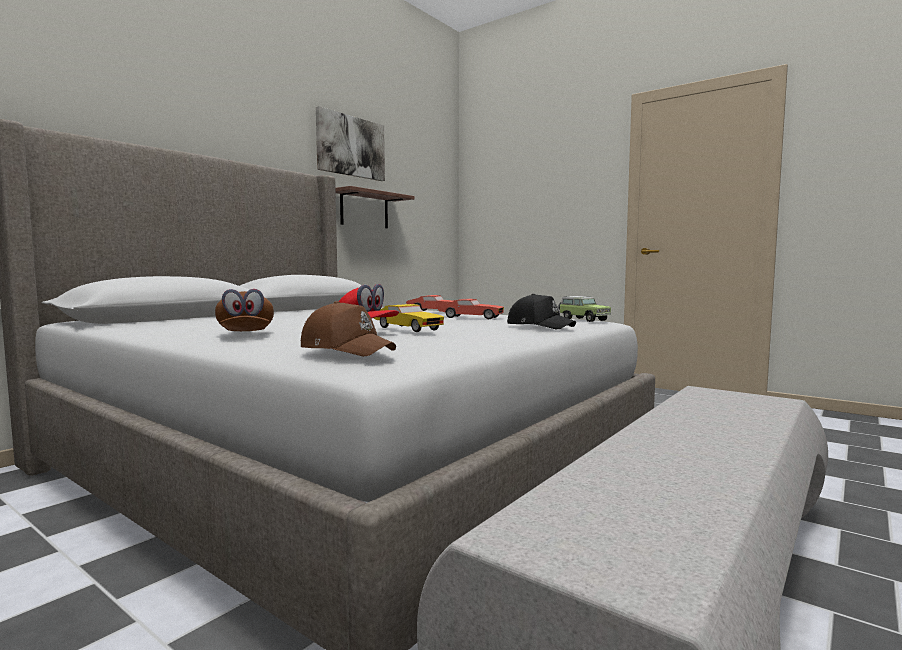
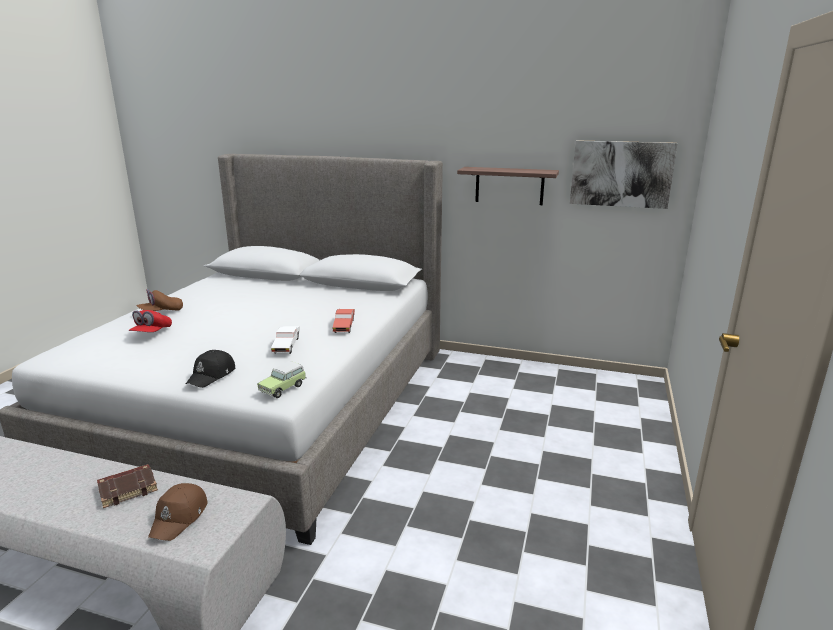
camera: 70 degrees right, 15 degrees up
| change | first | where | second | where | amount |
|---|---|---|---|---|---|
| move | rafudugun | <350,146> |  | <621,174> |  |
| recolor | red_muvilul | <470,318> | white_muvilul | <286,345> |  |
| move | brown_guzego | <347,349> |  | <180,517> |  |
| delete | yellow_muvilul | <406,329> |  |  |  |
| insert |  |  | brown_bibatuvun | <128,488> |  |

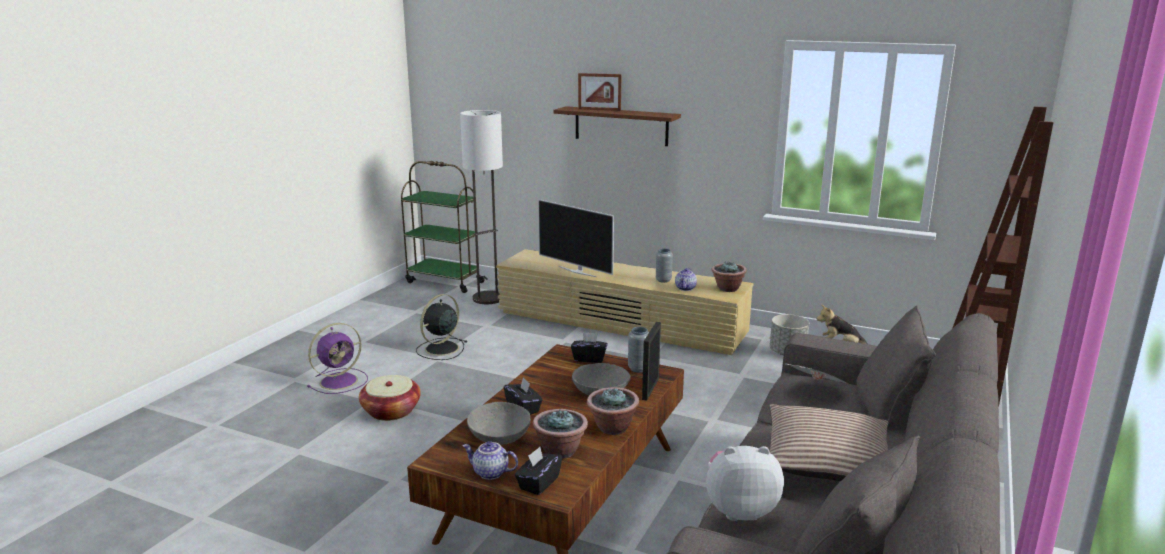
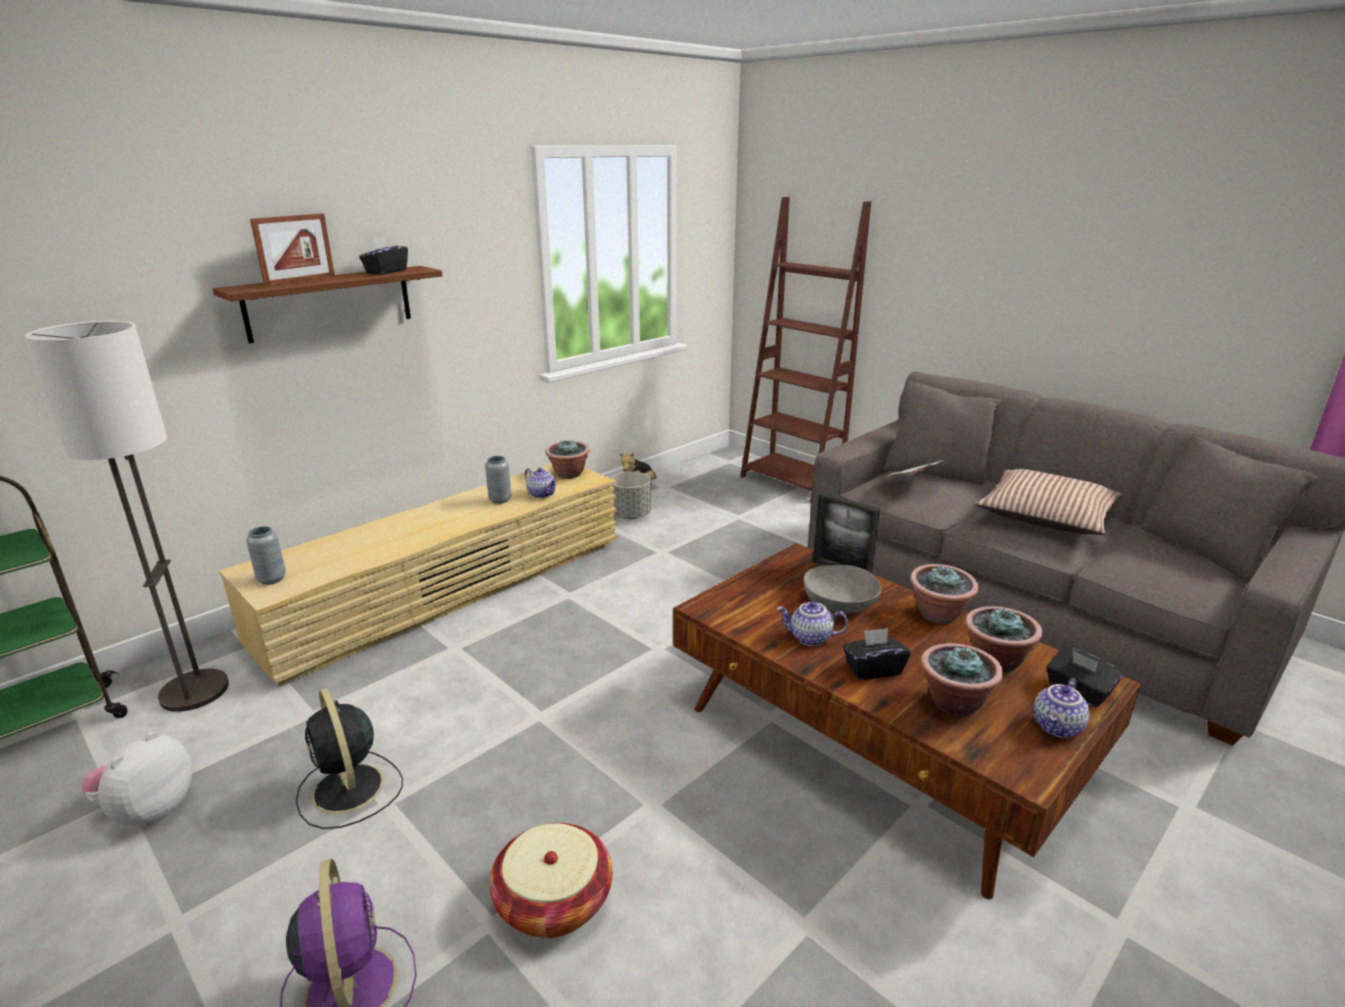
camera: 70 degrees left, 5 degrees up
| change | first | where | second | where | amount |
|---|---|---|---|---|---|
| delete | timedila | <577,271> |  |  |  |
| move | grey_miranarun | <638,369> |  | <272,579> |  |
| move | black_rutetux | <589,358> |  | <386,272> |  |
| replace | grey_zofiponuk | <499,436> | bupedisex | <954,703> |  |
| move | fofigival | <739,510> |  | <149,810> |  |
| insert |  |  | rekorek | <810,638> |  |

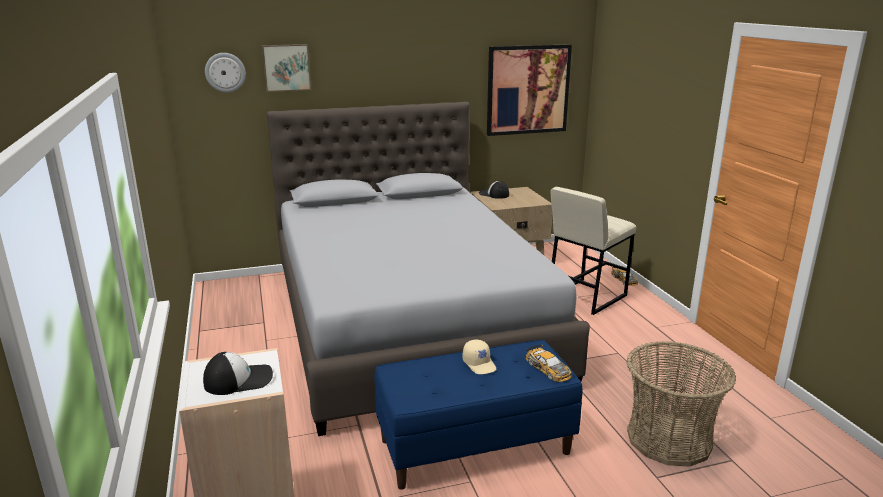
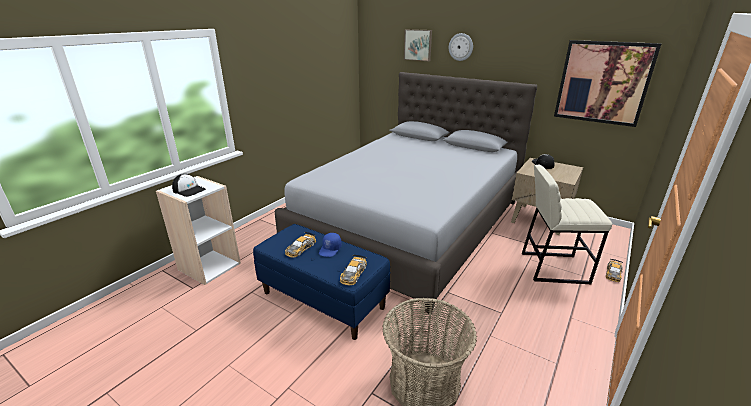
camera: 50 degrees right, 5 degrees up
| change | first | where | second | where | amount |
|---|---|---|---|---|---|
| move | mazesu | <225,72> |  | <461,47> |  |
| recolor | beige_guzego | <479,364> | blue_guzego | <330,249> |  |
| insert |  |  | muvilul | <300,248> |  |

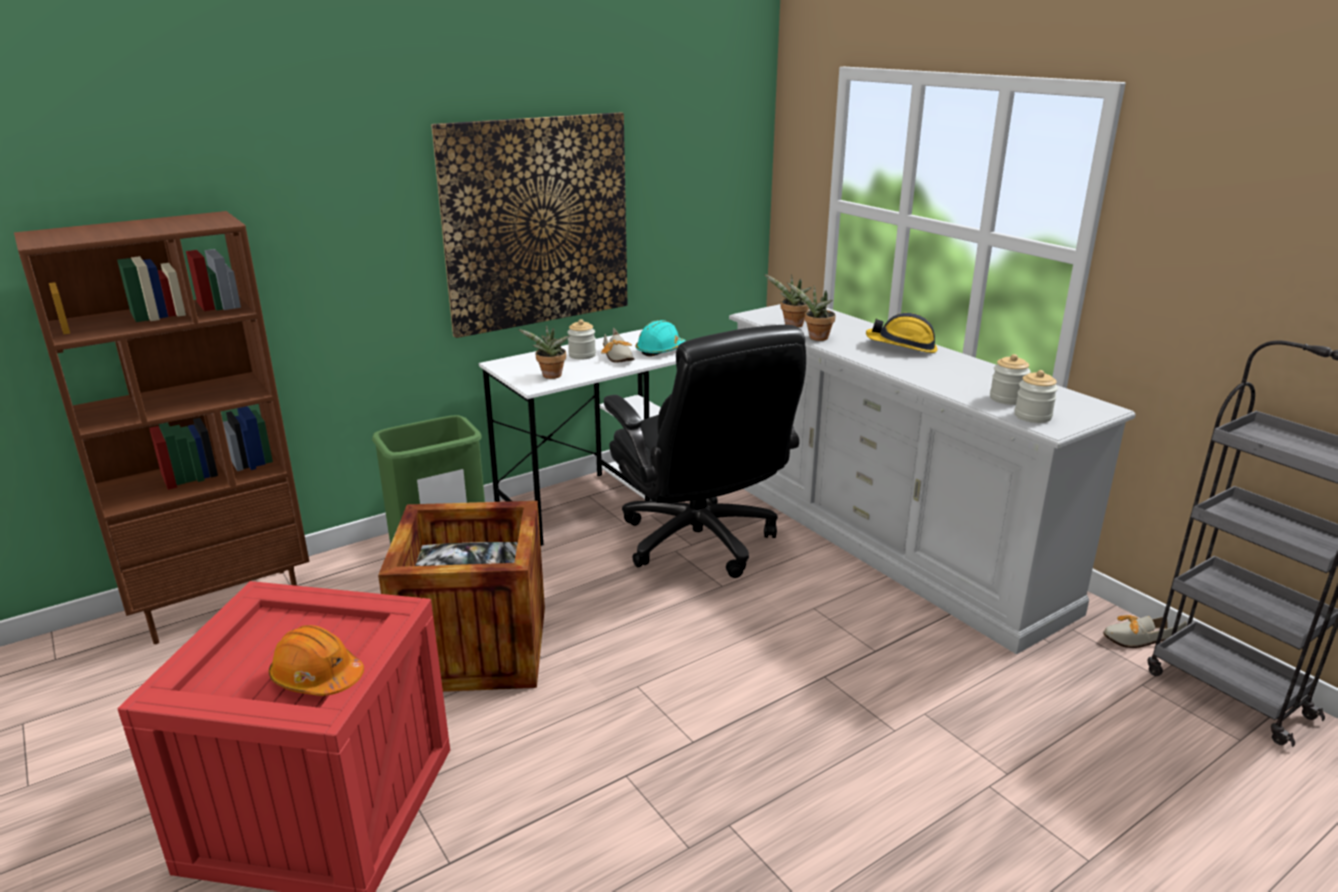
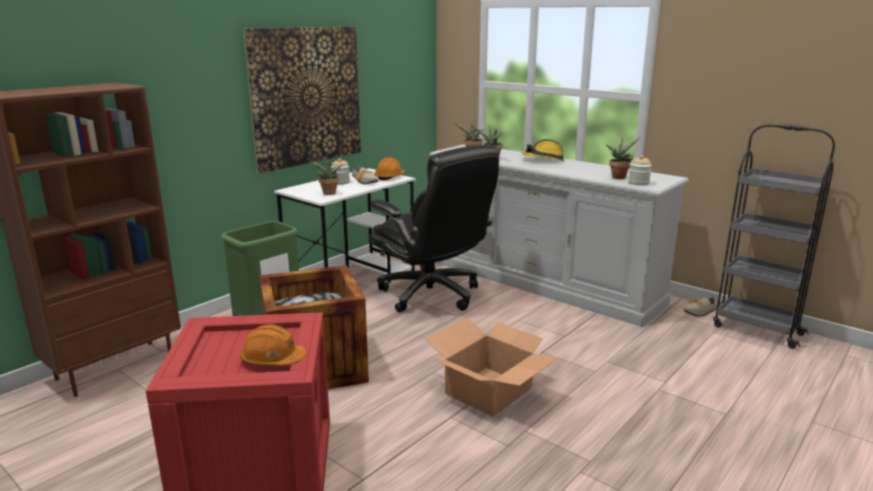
camera: 15 degrees left, 5 degrees down
| change | first | where | second | where | amount |
|---|---|---|---|---|---|
| recolor | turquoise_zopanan | <660,350> | orange_zopanan | <389,177> |  |
| replace | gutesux | <1007,399> | bupedisex | <619,177> |  |
| insert |  |  | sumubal | <489,391> |  |

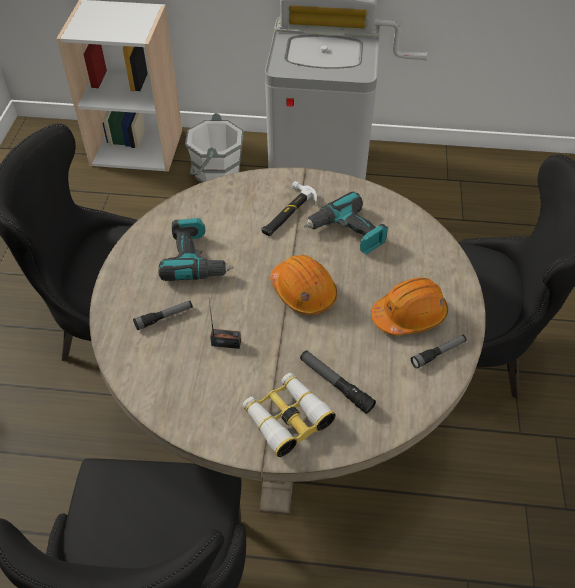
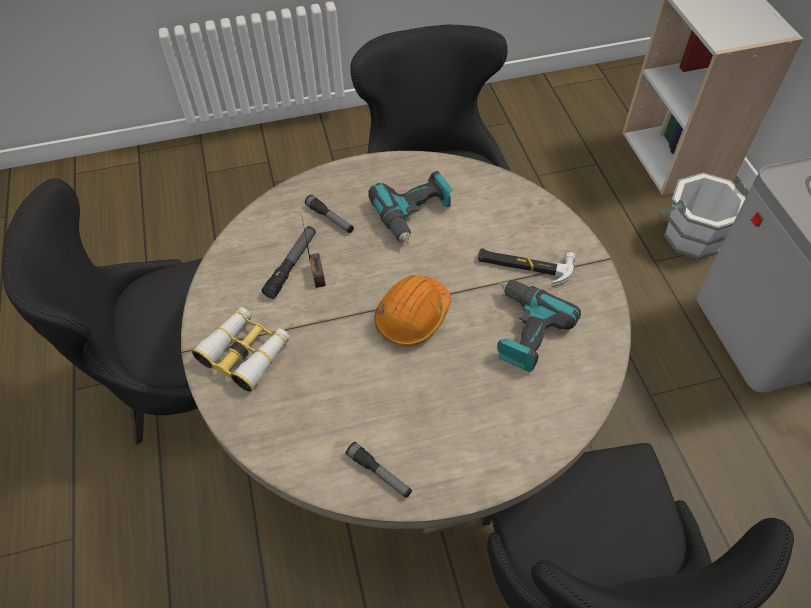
camera: 70 degrees right, 5 degrees up
| change | first | where | second | where | amount |
|---|---|---|---|---|---|
| delete | orange_zopanan | <409,315> |  |  |  |
| move | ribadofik | <335,384> |  | <291,265> |  |

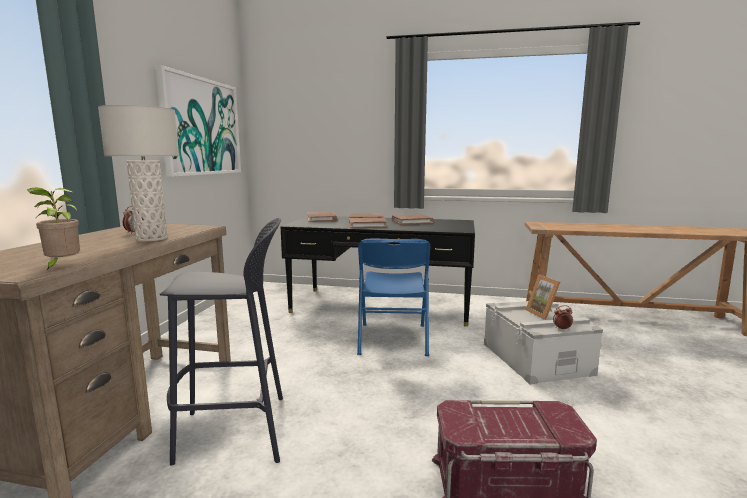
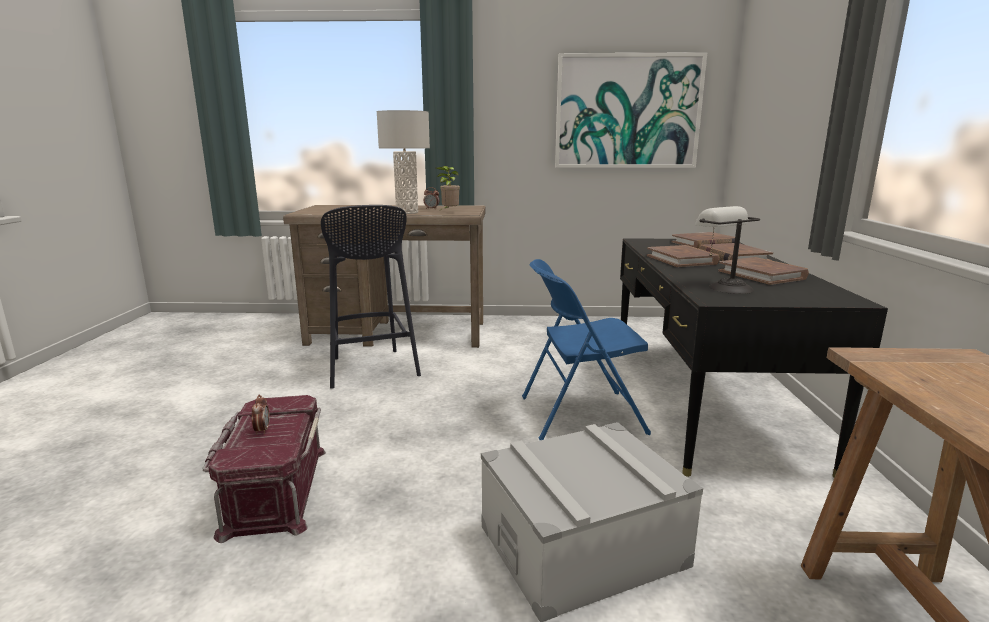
camera: 80 degrees right, 5 degrees up
| change | first | where | second | where | amount |
|---|---|---|---|---|---|
| move | bupedisex | <62,266> |  | <449,212> |  |
| delete | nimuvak | <543,314> |  |  |  |
| move | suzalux | <561,329> |  | <262,430> |  |
| insert |  |  | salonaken | <722,286> |  |

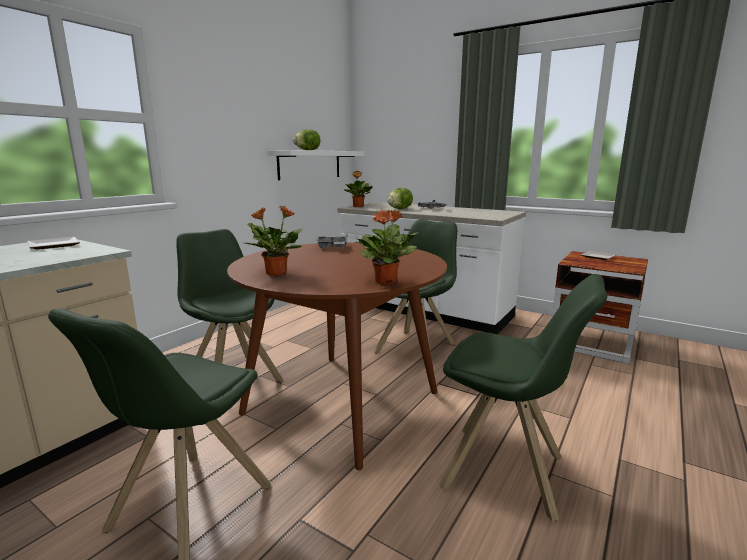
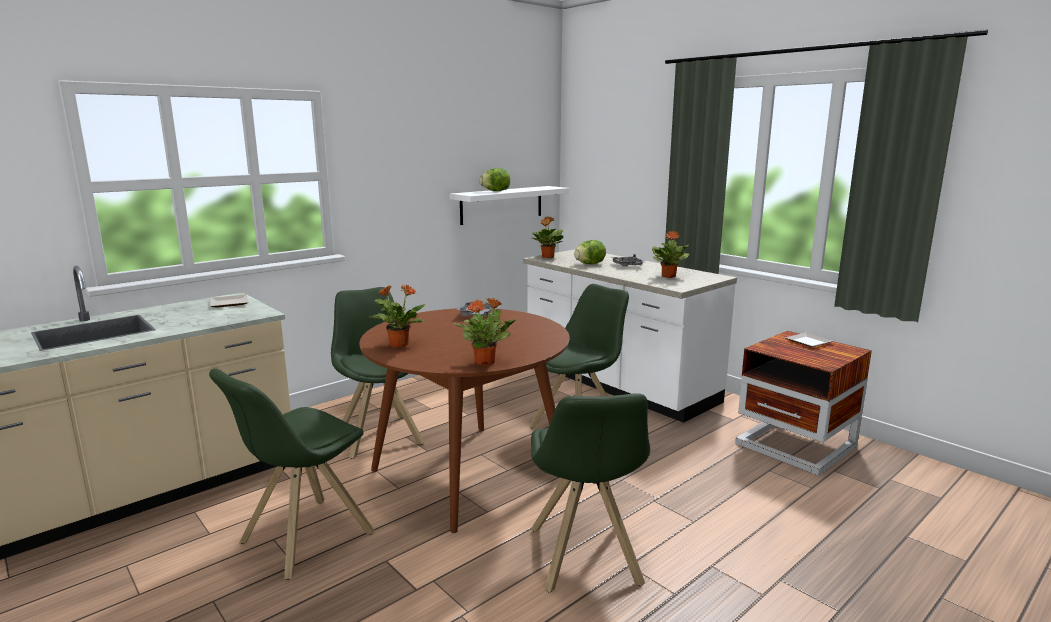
camera: 15 degrees right, 0 degrees up
| change | first | where | second | where | amount |
|---|---|---|---|---|---|
| rotate | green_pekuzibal | <504,471> |  | <585,556> | 45 degrees clockwise |
| insert |  |  | bupedisex | <669,276> |  |

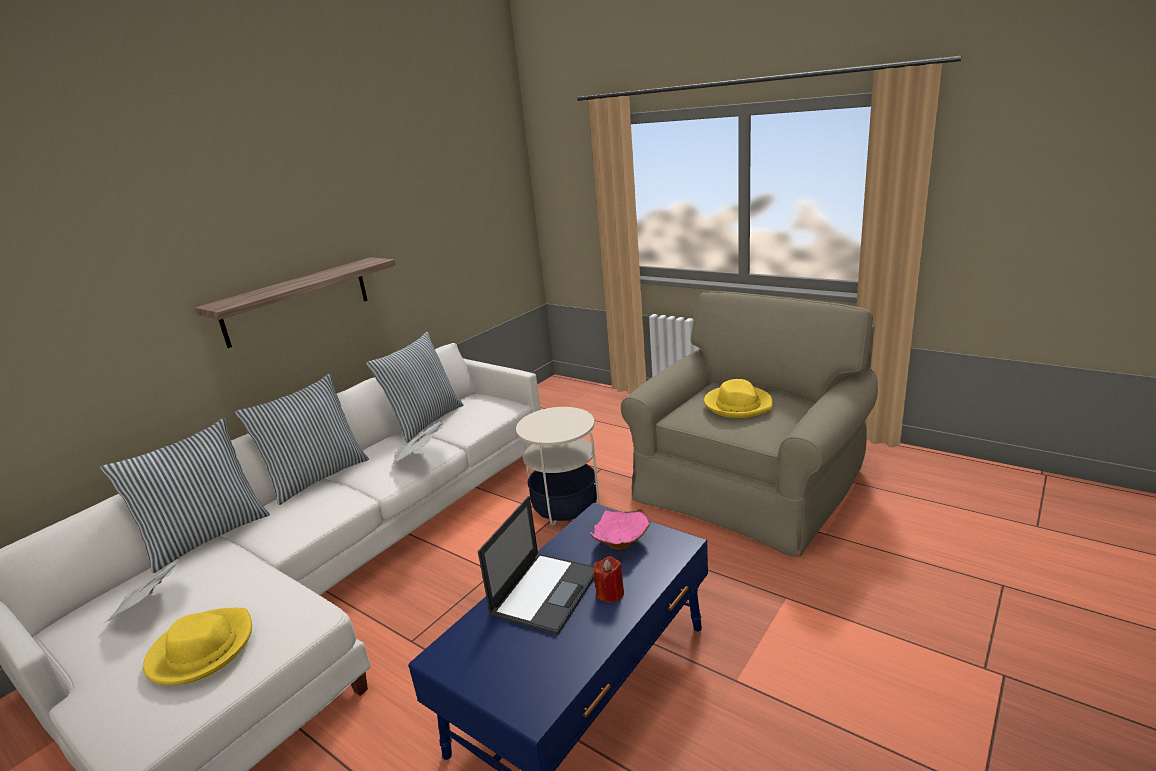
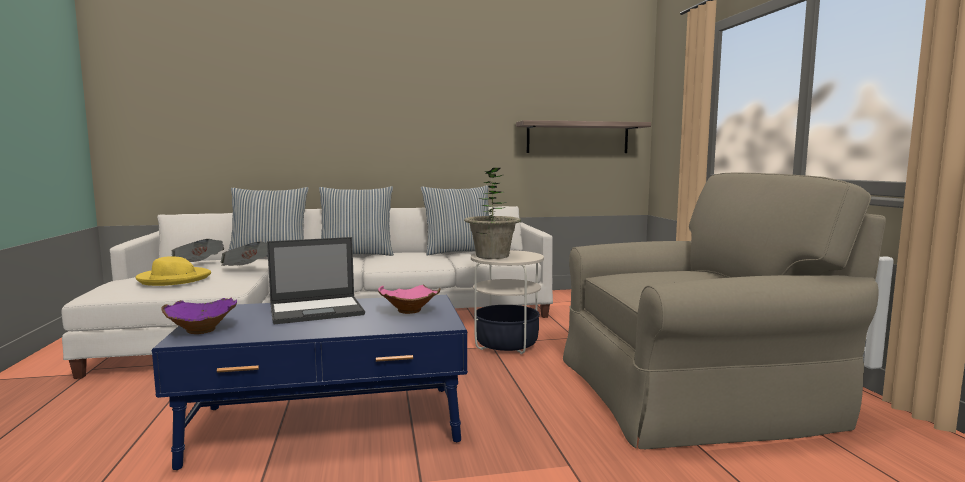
camera: 40 degrees right, 15 degrees down
| change | first | where | second | where | amount |
|---|---|---|---|---|---|
| move | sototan | <297,301> |  | <577,138> |  |
| delete | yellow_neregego | <738,404> |  |  |  |
| move | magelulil | <419,456> |  | <248,268> |  |
| delete | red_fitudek | <610,593> |  |  |  |
| insert |  |  | bupedisex | <492,256> |  |
| insert |  |  | purple_zofiponuk | <201,330> |  |

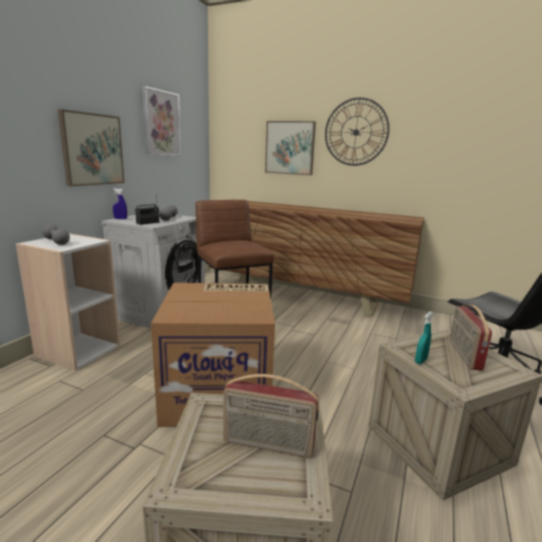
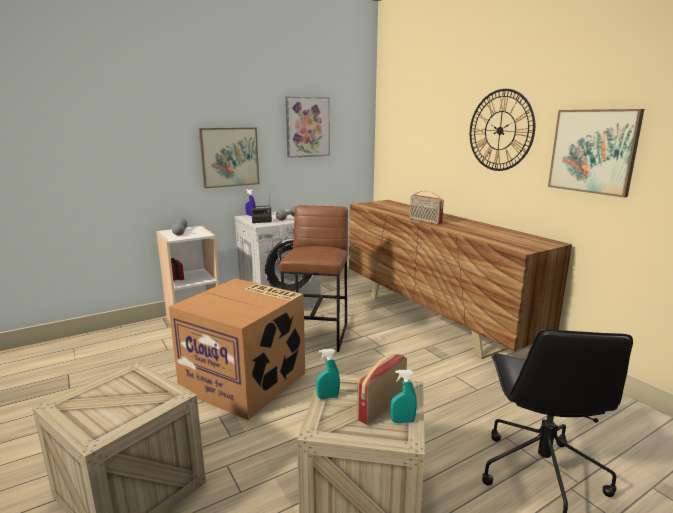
camera: 35 degrees right, 0 degrees up
| change | first | where | second | where | amount |
|---|---|---|---|---|---|
| move | rafudugun | <290,148> |  | <593,151> |  |
| move | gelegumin | <268,445> |  | <424,221> |  |
| insert |  |  | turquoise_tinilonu | <402,421> |  |

